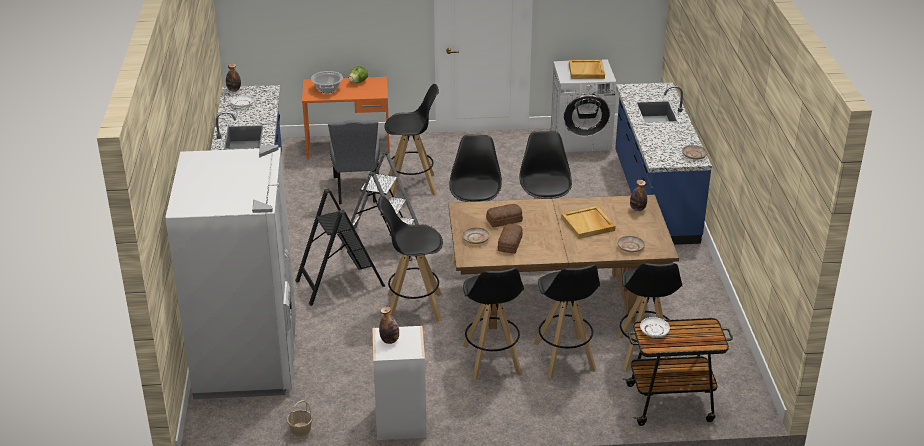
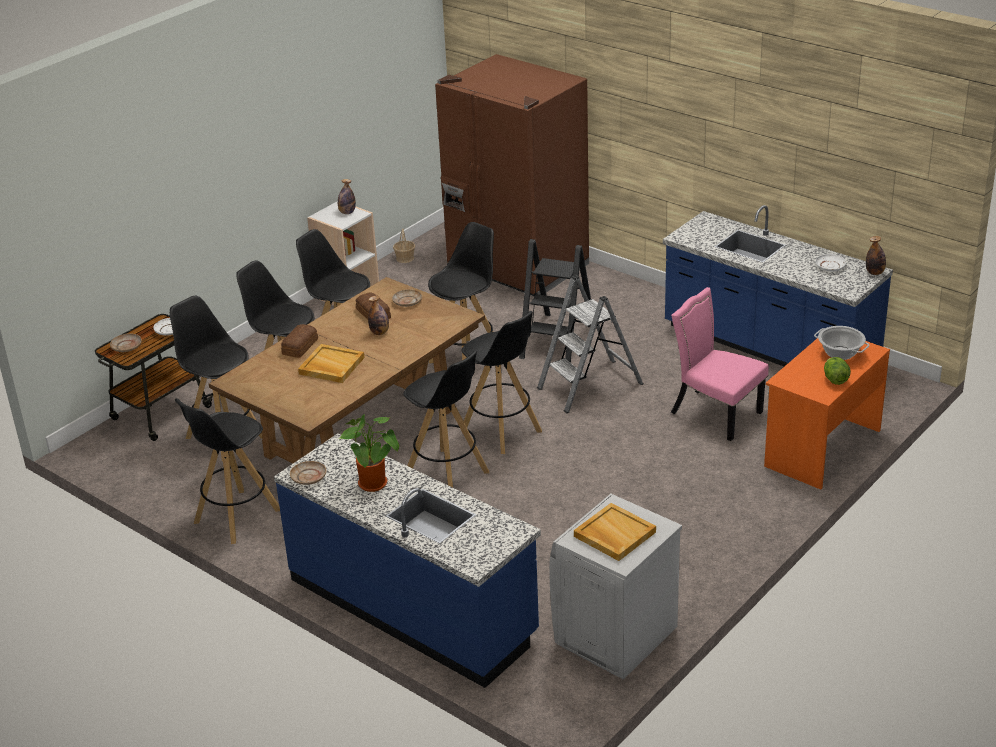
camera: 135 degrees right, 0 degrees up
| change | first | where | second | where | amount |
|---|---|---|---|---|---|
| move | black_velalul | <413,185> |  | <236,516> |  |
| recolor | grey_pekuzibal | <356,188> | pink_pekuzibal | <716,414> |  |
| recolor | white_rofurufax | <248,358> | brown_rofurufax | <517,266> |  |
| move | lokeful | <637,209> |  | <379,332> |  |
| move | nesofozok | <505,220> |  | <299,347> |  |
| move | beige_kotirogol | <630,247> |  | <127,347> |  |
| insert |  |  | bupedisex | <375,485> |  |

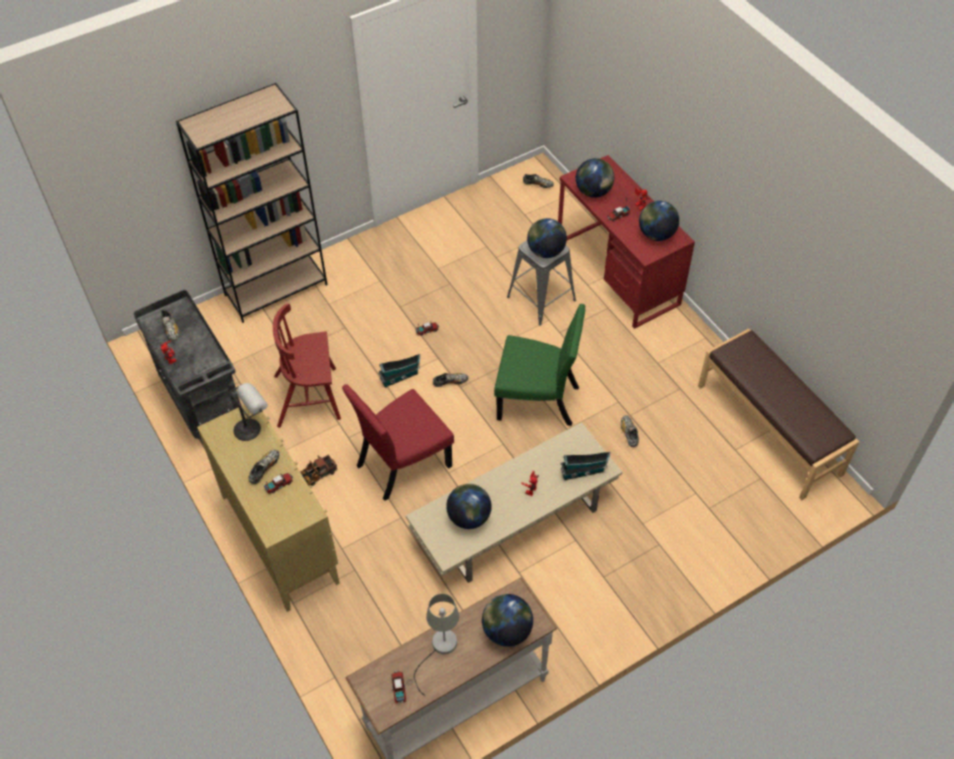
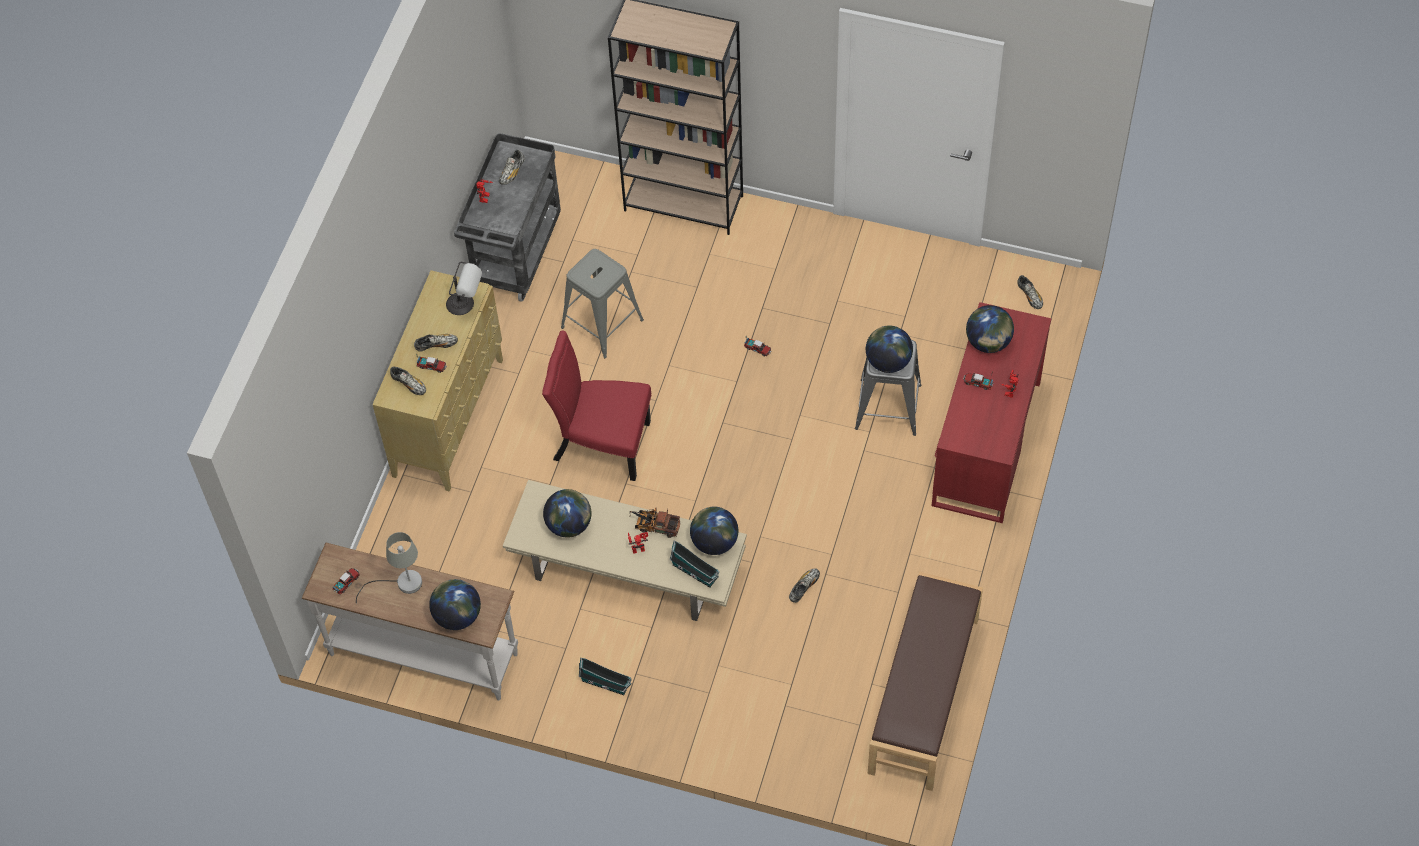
camera: 50 degrees right, 5 degrees up
| change | first | where | second | where | amount |
|---|---|---|---|---|---|
| move | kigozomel | <656,234> |  | <714,542> |  |
| replace | red_pekuzibal | <312,396> | grey_velalul | <602,324> |  |
| delete | green_pekuzibal | <536,400> |  |  |  |
| move | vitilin | <400,376> |  | <606,683> |  |
| move | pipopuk | <450,382> |  | <409,384> |  |
| move | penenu | <315,476> |  | <654,526> |  |

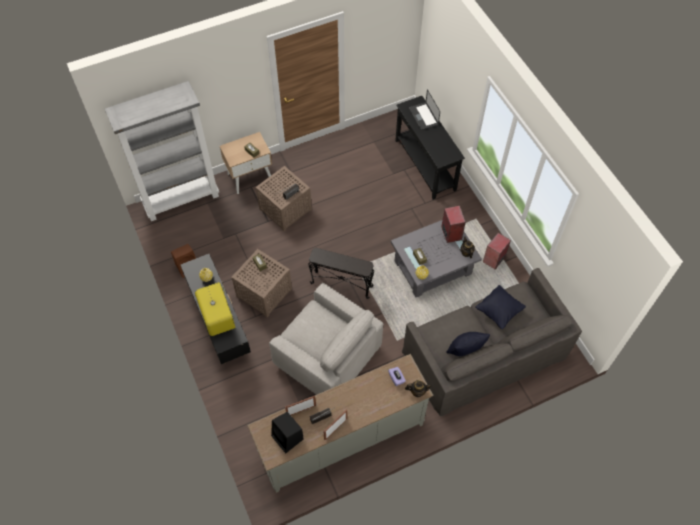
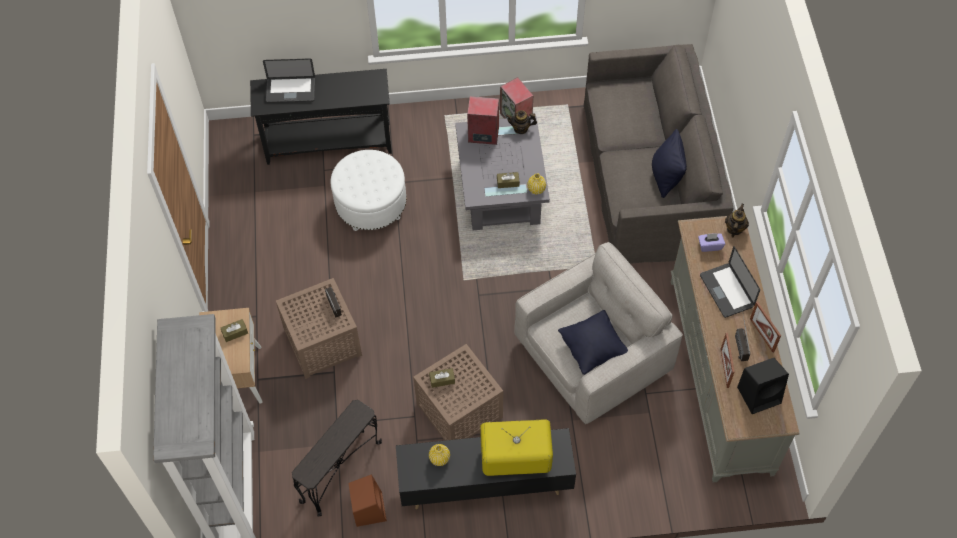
camera: 70 degrees left, 0 degrees up
| change | first | where | second | where | amount |
|---|---|---|---|---|---|
| move | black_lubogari | <341,285> |  | <341,472> |  |
| move | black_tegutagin | <498,311> |  | <592,349> |  |
| insert |  |  | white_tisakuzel | <371,206> |  |
| insert |  |  | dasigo | <726,291> |  |

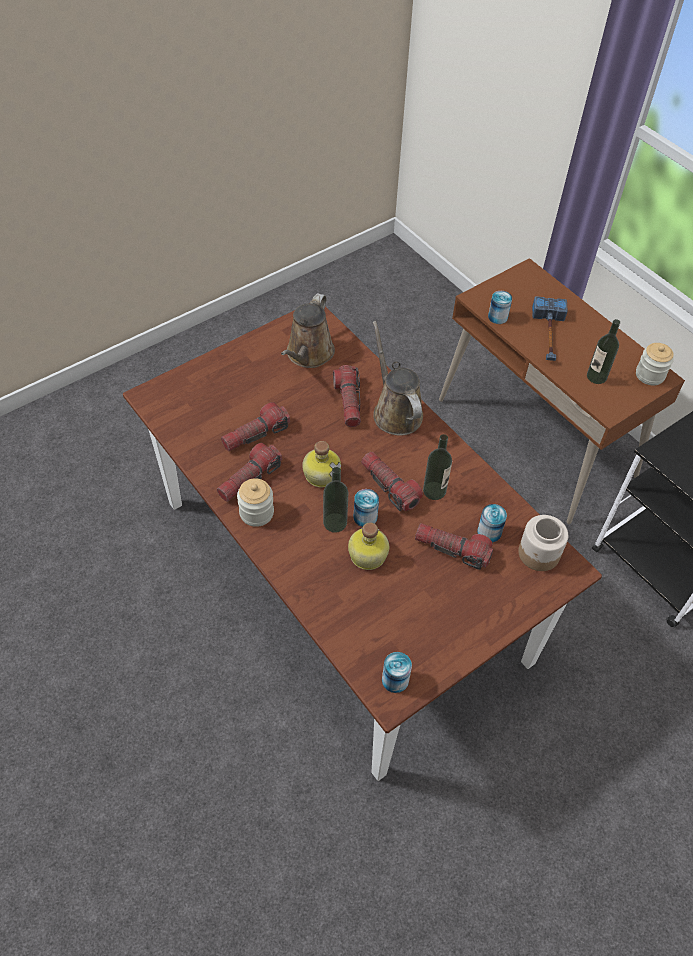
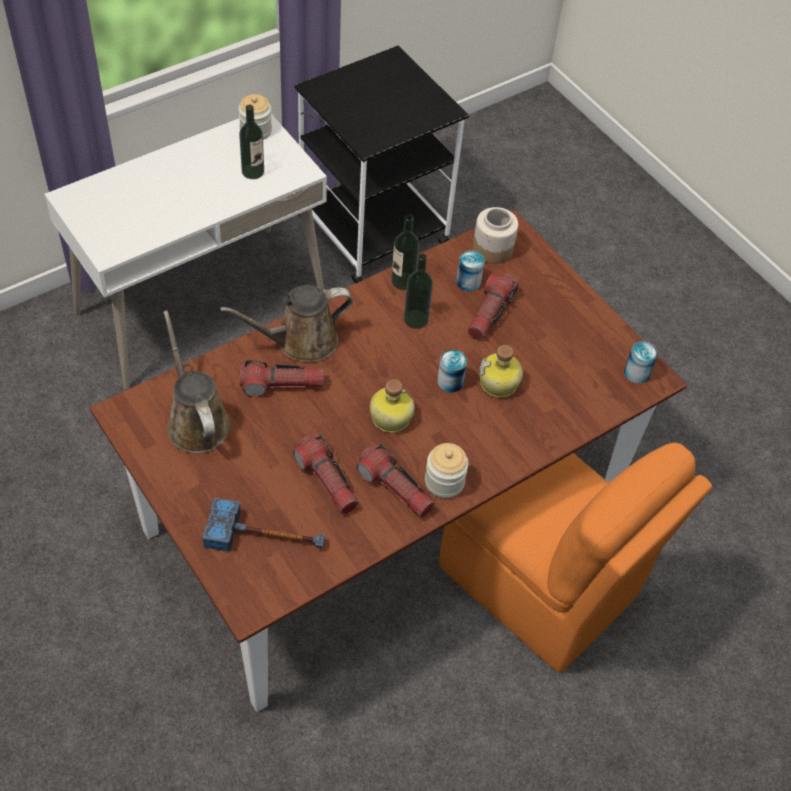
camera: 90 degrees left, 0 degrees up
| change | first | where | second | where | amount |
|---|---|---|---|---|---|
| recolor | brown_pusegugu | <536,437> | white_pusegugu | <201,305> |  |
| delete | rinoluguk | <497,317> |  |  |  |
| rotate | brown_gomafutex | <308,354> |  | <196,421> | 135 degrees counterclockwise |
| move | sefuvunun | <548,335> |  | <266,537> |  |
| delete | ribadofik | <389,486> |  |  |  |
| move | lokeful | <335,522> |  | <403,281> |  |
| insert |  |  | orange_pekuzibal | <542,585> |  |

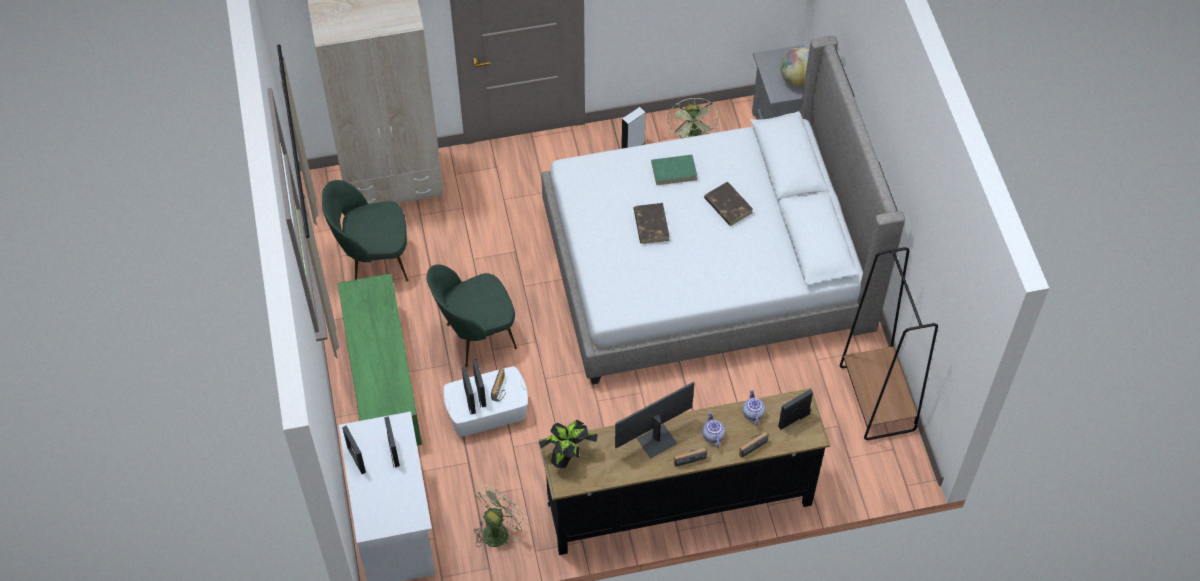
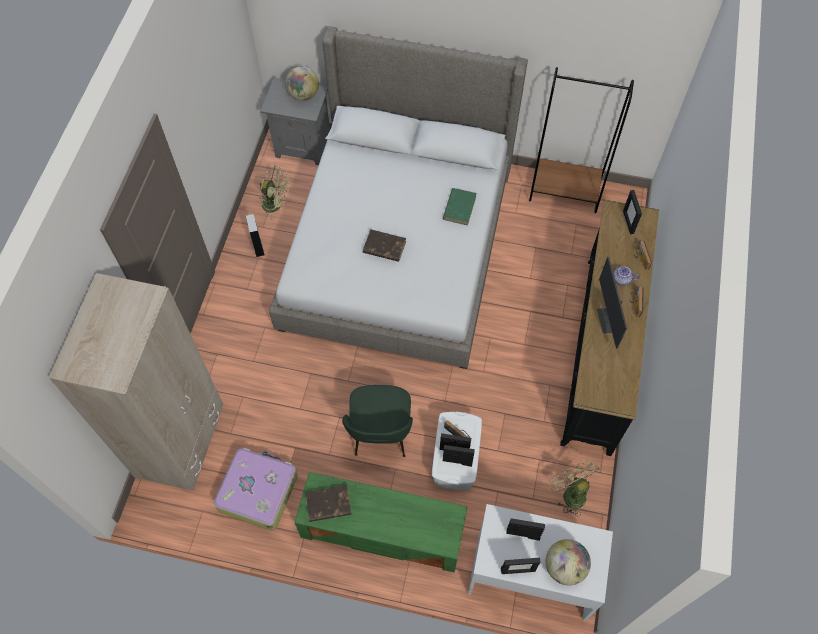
camera: 65 degrees left, 5 degrees up
| change | first | where | second | where | amount |
|---|---|---|---|---|---|
| move | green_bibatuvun | <674,171> |  | <459,207> |  |
| replace | green_pekuzibal | <373,262> | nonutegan | <258,491> |  |
| move | brown_bibatuvun | <727,205> |  | <328,504> |  |
| delete | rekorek | <752,413> |  |  |  |
| delete | bupedisex | <568,454> |  |  |  |
| insert |  |  | kigozomel | <564,567> |  |

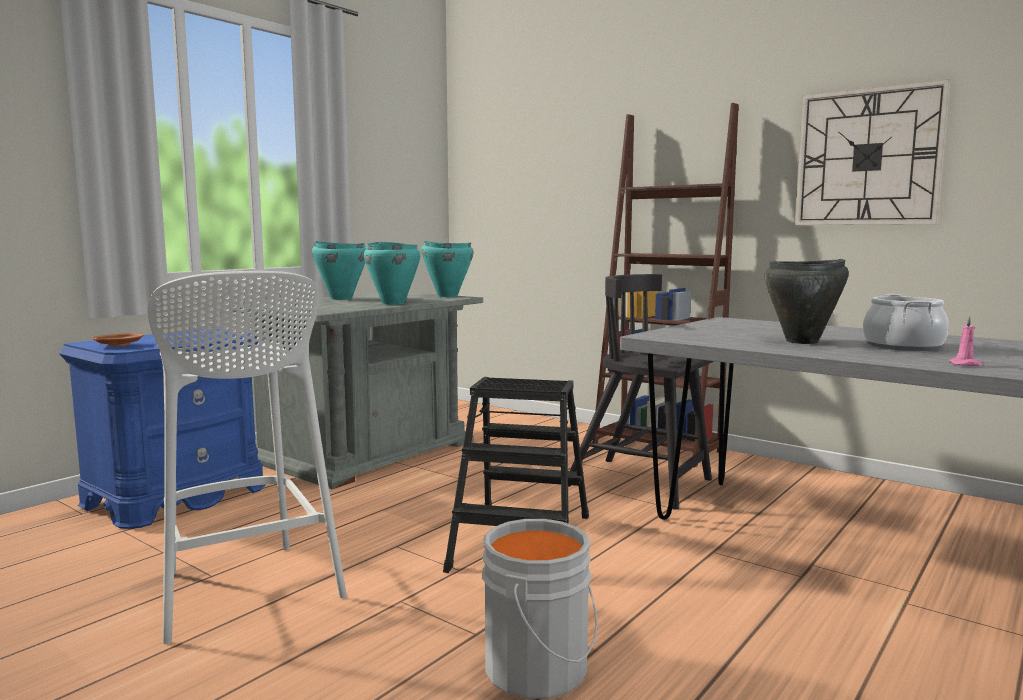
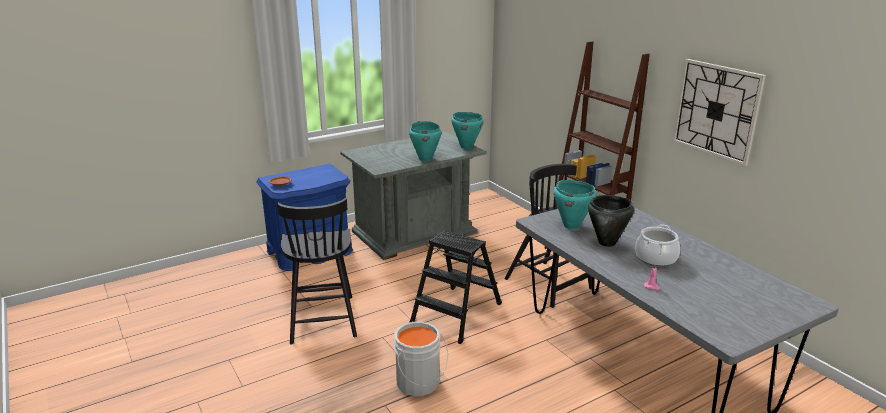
camera: 20 degrees right, 15 degrees up
| change | first | where | second | where | amount |
|---|---|---|---|---|---|
| move | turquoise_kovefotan | <341,298> |  | <571,225> |  |
| replace | white_velalul | <245,590> | black_pekuzibal | <322,317> |  |

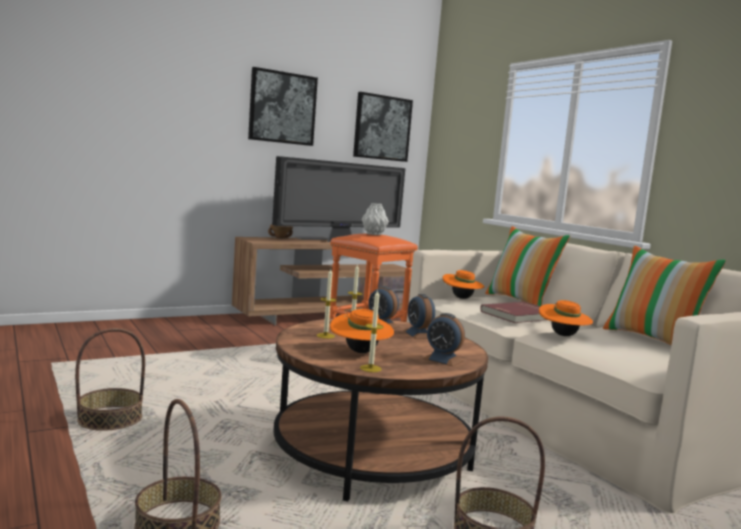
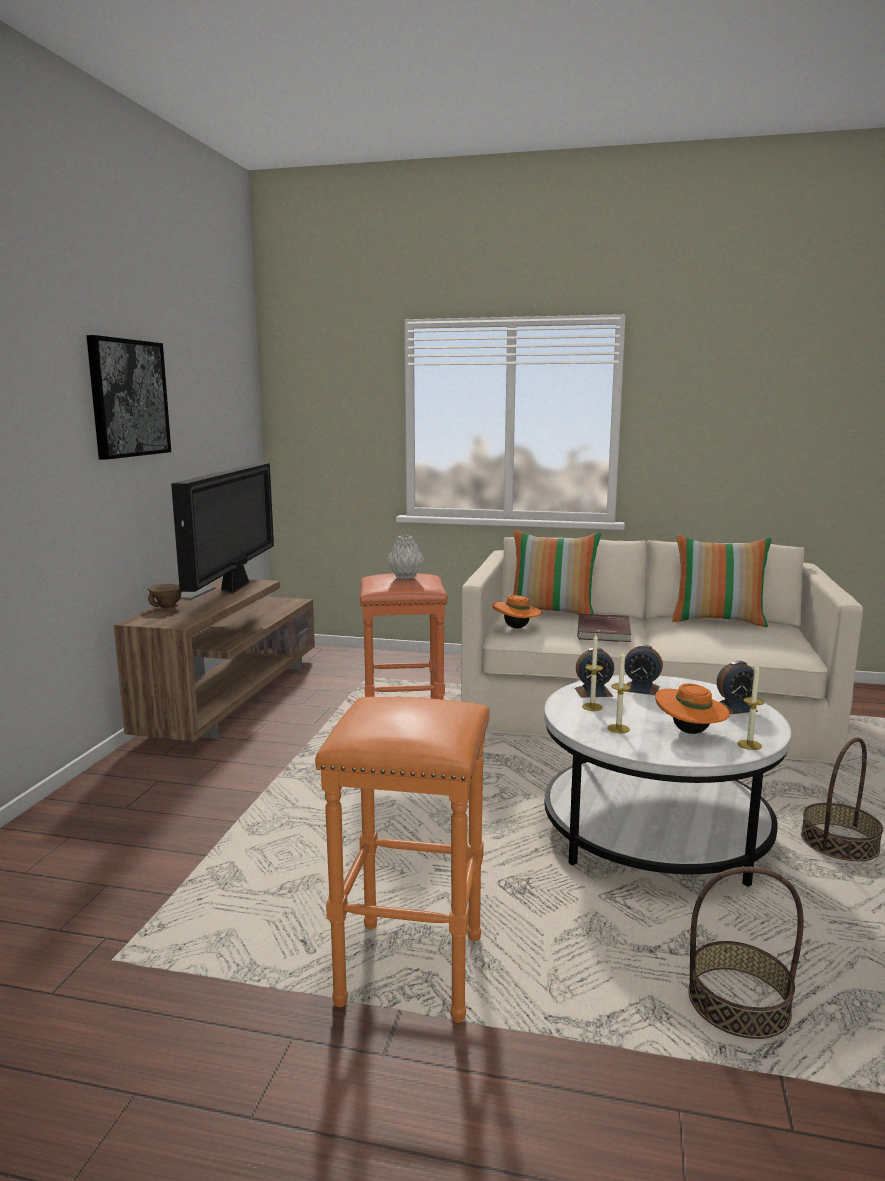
camera: 45 degrees left, 5 degrees up
| change | first | where | second | where | amount |
|---|---|---|---|---|---|
| delete | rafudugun | <382,128> |  |  |  |
| delete | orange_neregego | <563,335> |  |  |  |
| recolor | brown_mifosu | <372,452> | white_mifosu | <655,831> |  |
| replace | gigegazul | <110,418> | orange_velalul | <408,966> |  |

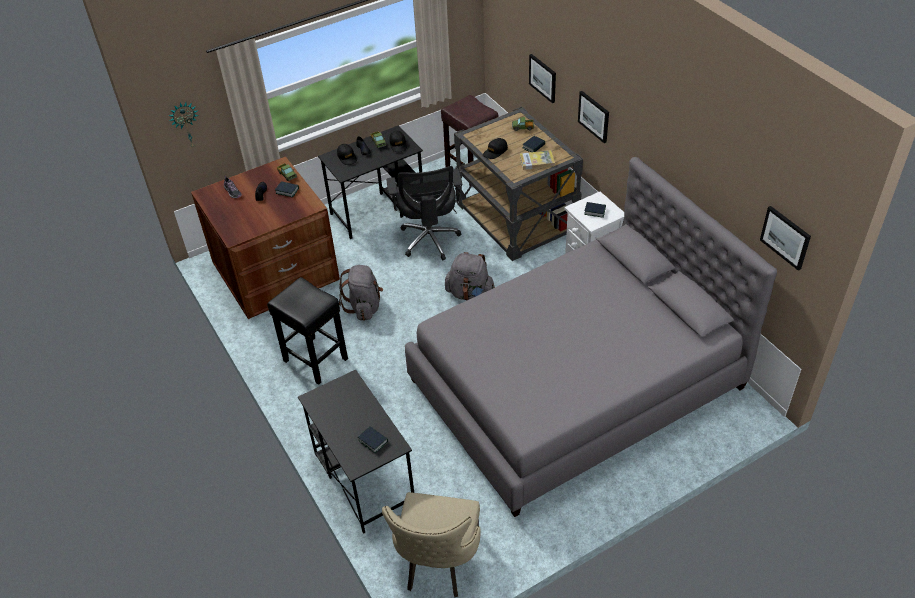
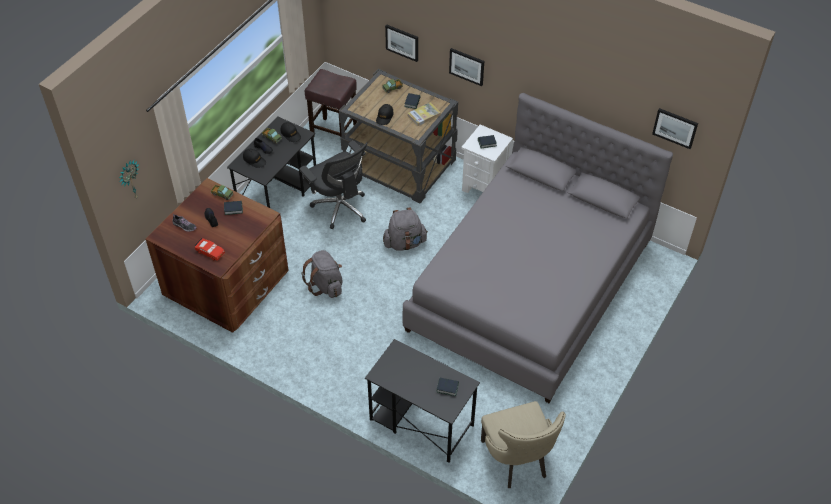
camera: 30 degrees left, 5 degrees up
| change | first | where | second | where | amount |
|---|---|---|---|---|---|
| delete | black_velalul | <314,359> |  |  |  |
| insert |  |  | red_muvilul | <210,252> |  |

